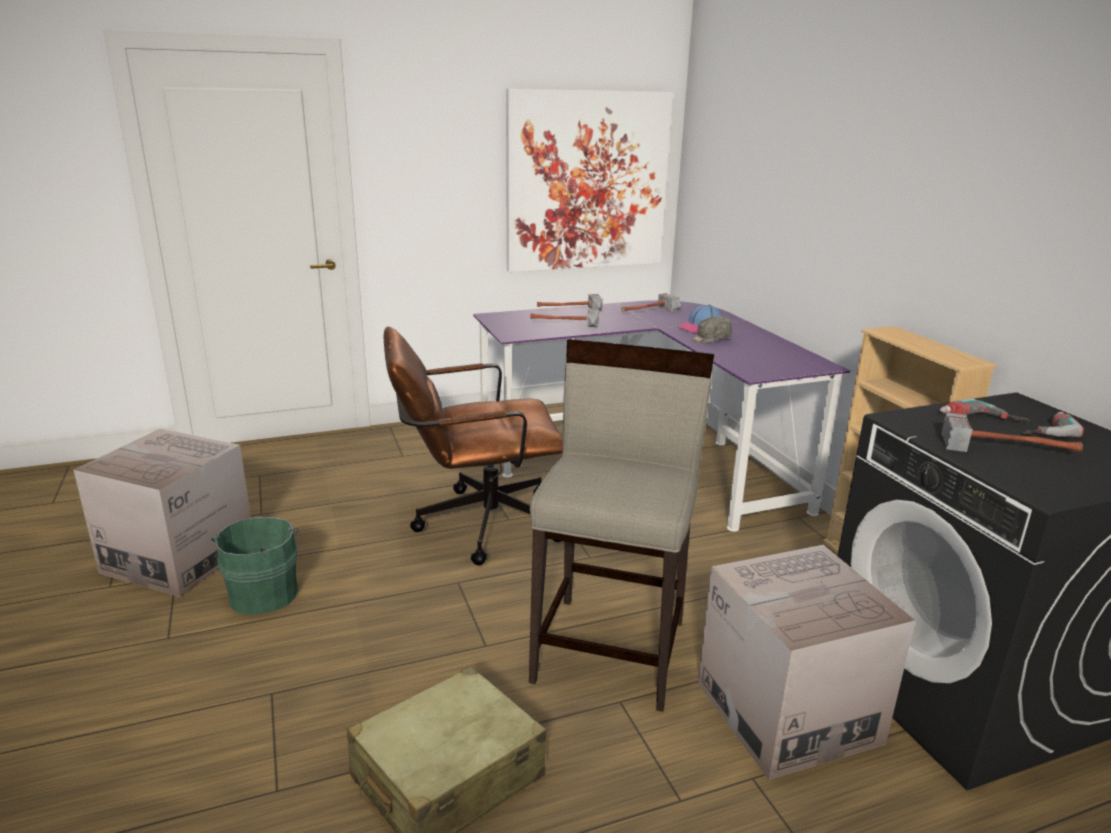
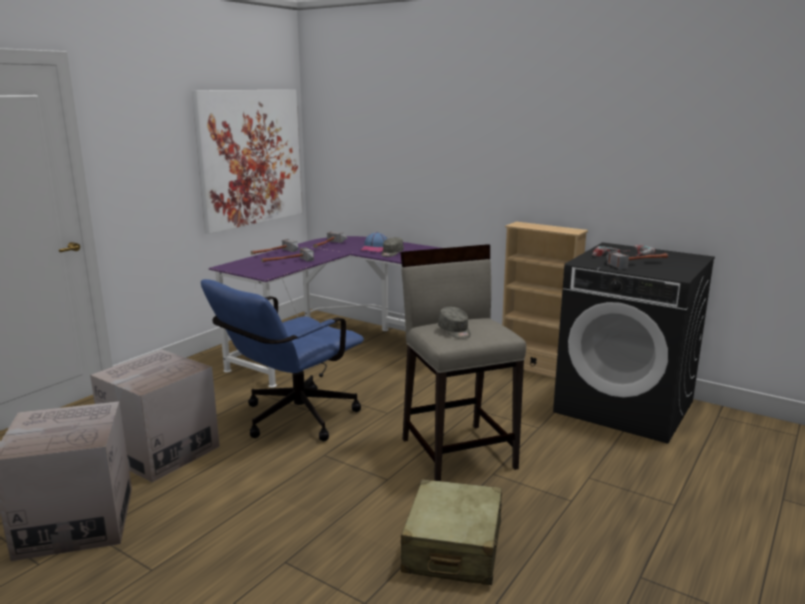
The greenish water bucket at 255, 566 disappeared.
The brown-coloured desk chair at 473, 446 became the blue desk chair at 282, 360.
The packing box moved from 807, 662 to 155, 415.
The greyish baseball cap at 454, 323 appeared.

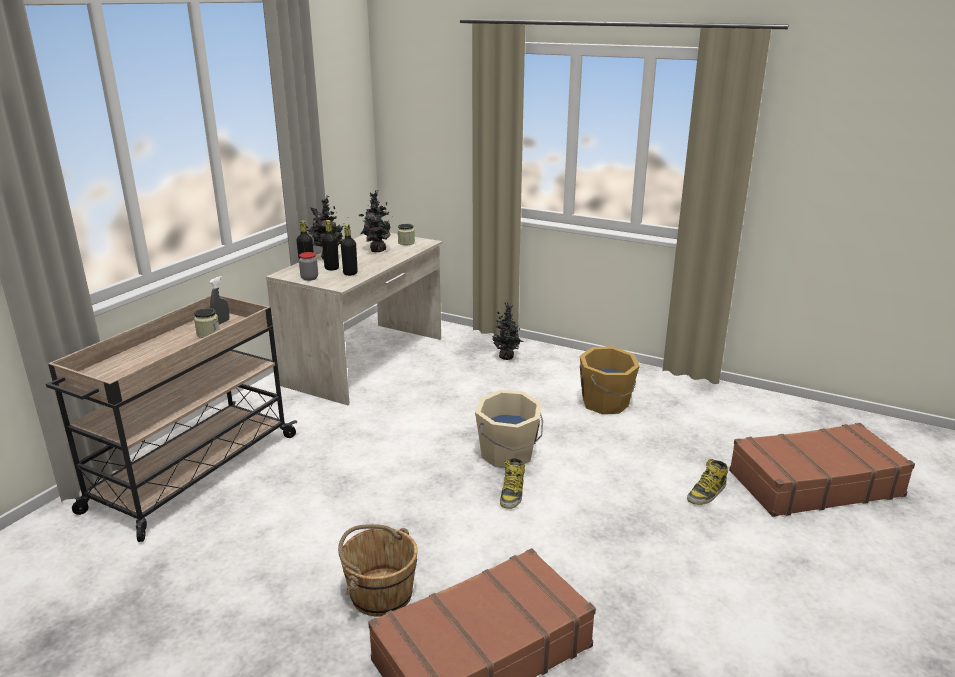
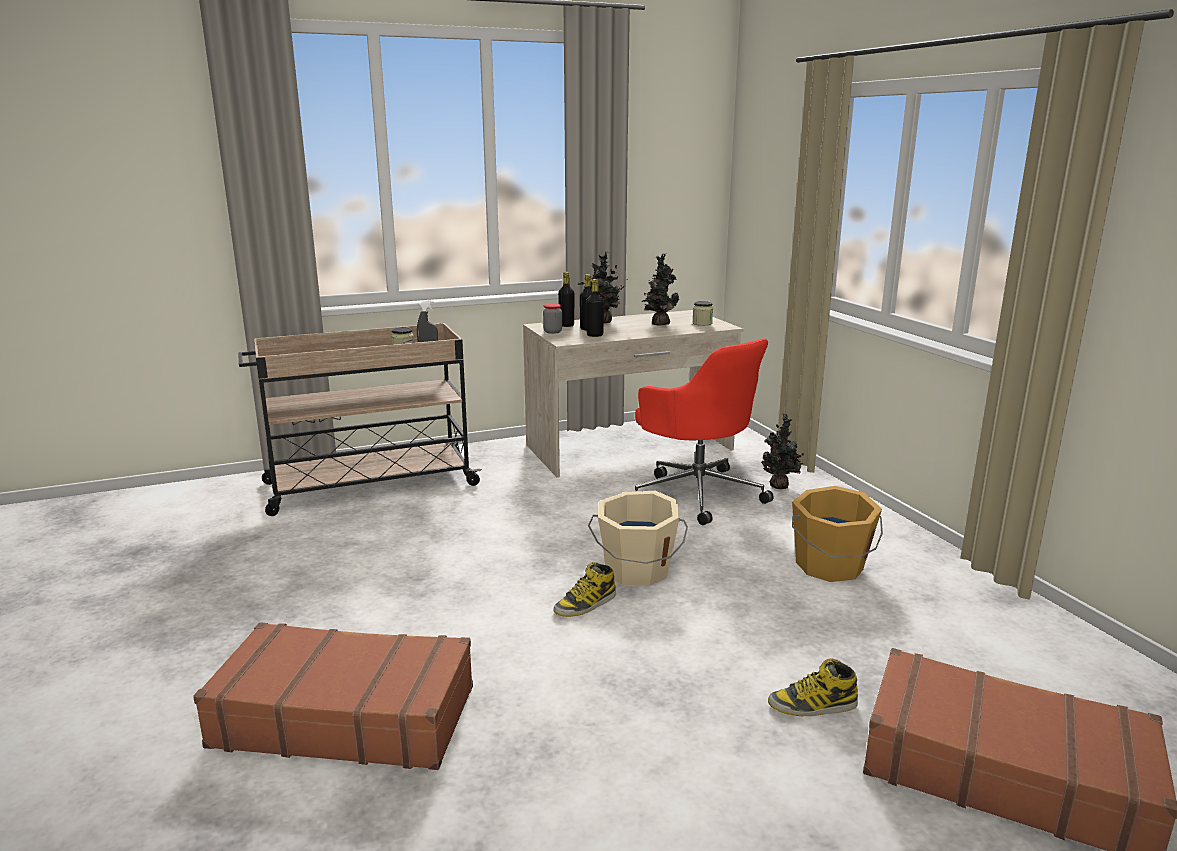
The brown-coloured water bucket at 378, 570 disappeared.
The red-coloured desk chair at 704, 431 appeared.

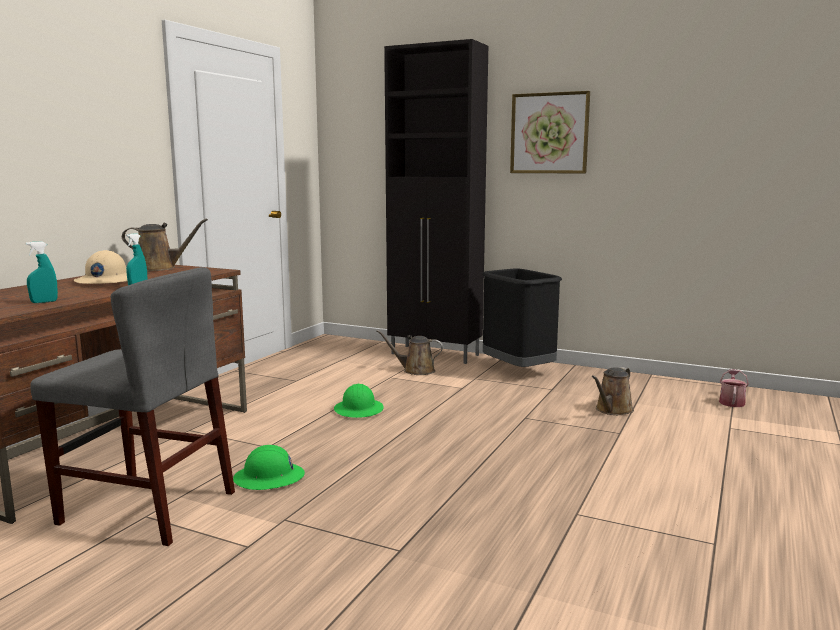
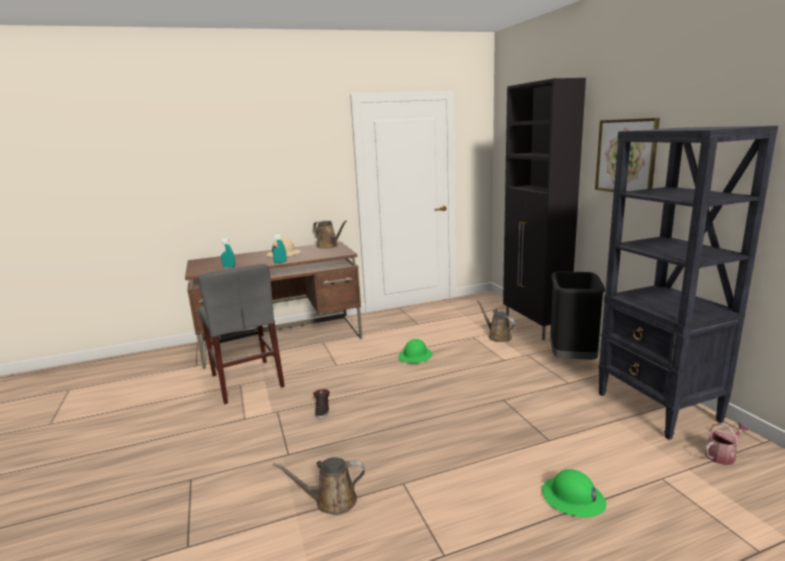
The greenish safety helmet moved from 269, 467 to 574, 493.
The brown-coloured watering can moved from 613, 391 to 319, 486.
The blackish low shoe at 321, 403 appeared.
The blackish bookshelf at 688, 283 appeared.

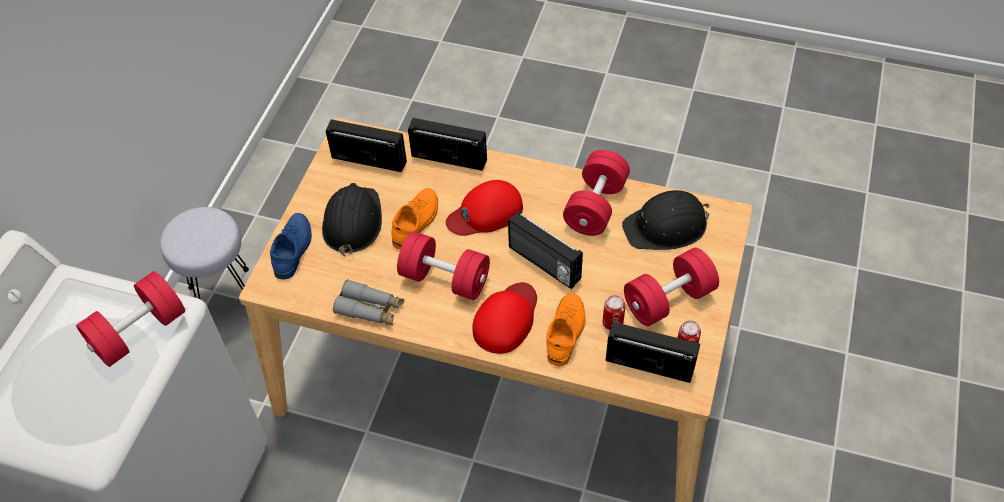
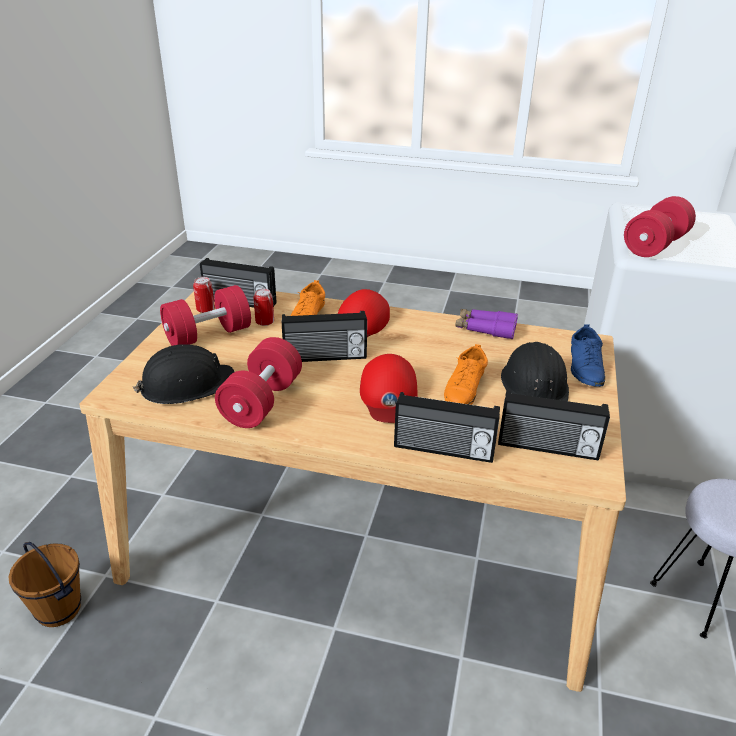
The greyish binoculars at 368, 302 became the purple binoculars at 486, 324.
The red-coloured free weight at 443, 266 disappeared.
The red-coloured baseball cap at 484, 208 turned 120 degrees clockwise.
The radio receiver at 545, 250 turned 135 degrees clockwise.
The brown-coloured water bucket at 45, 584 appeared.

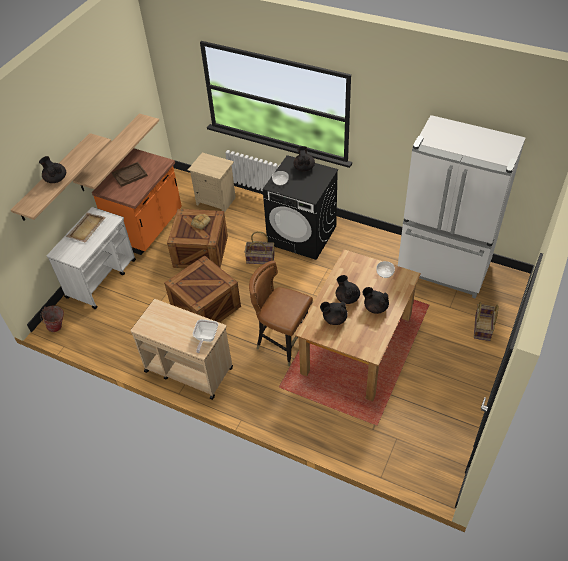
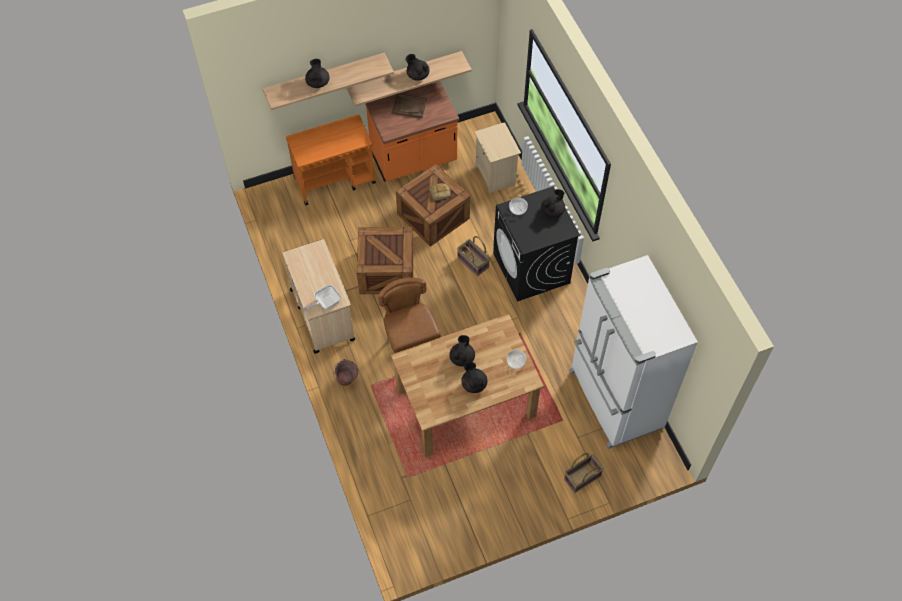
The water bucket moved from 52, 318 to 345, 372.
The white cart at 91, 258 became the orange-coloured cart at 331, 159.
The beige tray at 86, 227 disappeared.
The blackish tea pot moved from 334, 313 to 417, 67.

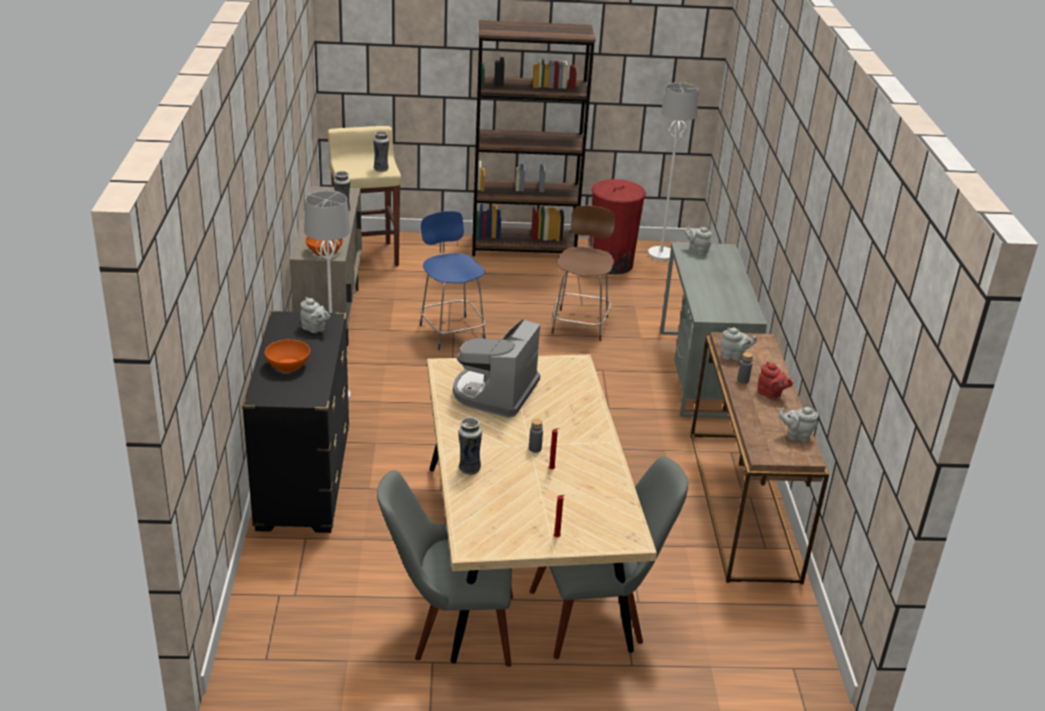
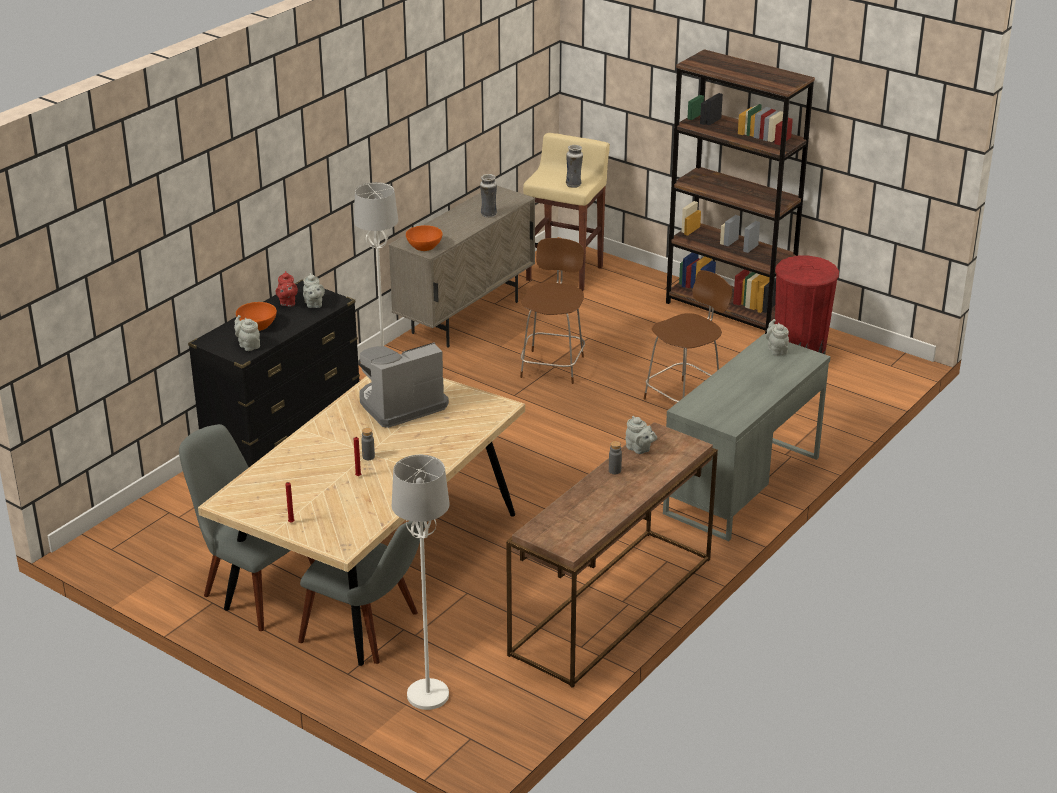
The blue stool seat at 453, 280 became the brown-coloured stool seat at 552, 311.
The decorative vase at 470, 446 disappeared.
The white floor lamp moved from 673, 171 to 421, 582.
The red-coloured tea pot moved from 775, 380 to 287, 289.
The greyish tea pot moved from 798, 424 to 247, 333.

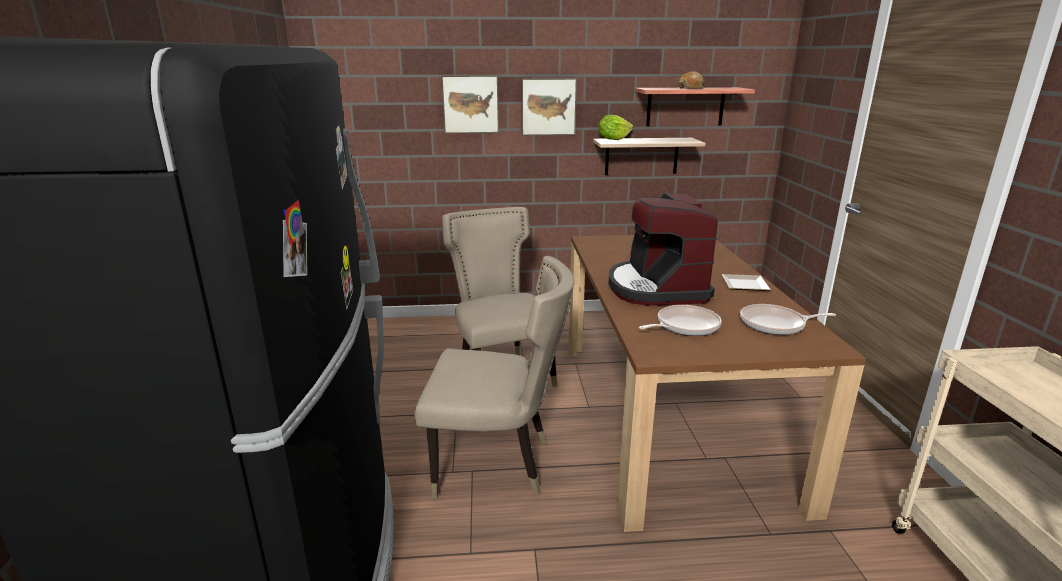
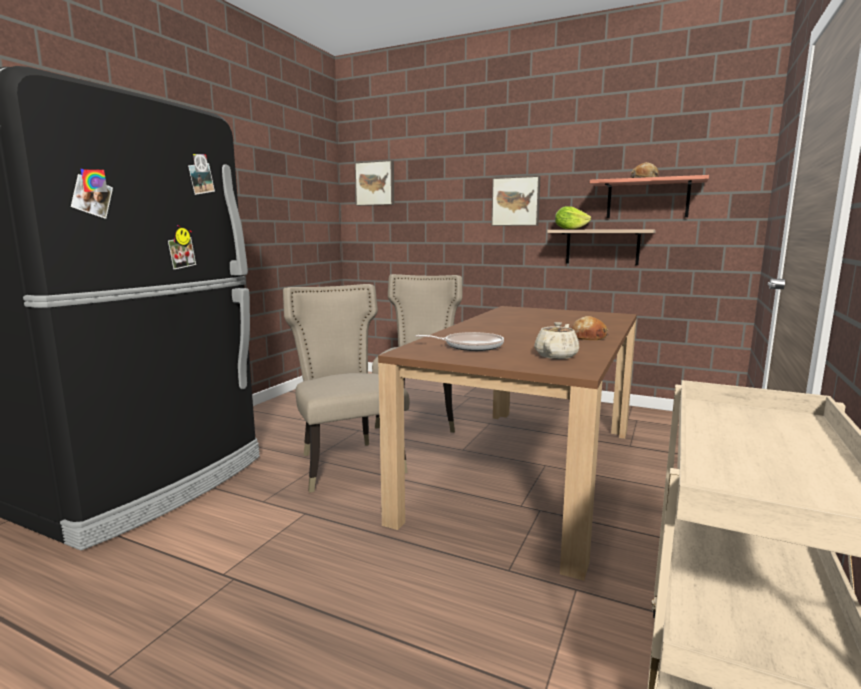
The beige plain chair at 494, 377 turned 150 degrees counterclockwise.
The wall picture moved from 470, 104 to 374, 183.
The coffee maker at 663, 249 disappeared.
The flat dish at 746, 282 was replaced by the bakery bread at 590, 328.
The skillet at 788, 319 was replaced by the beige tea pot at 556, 340.

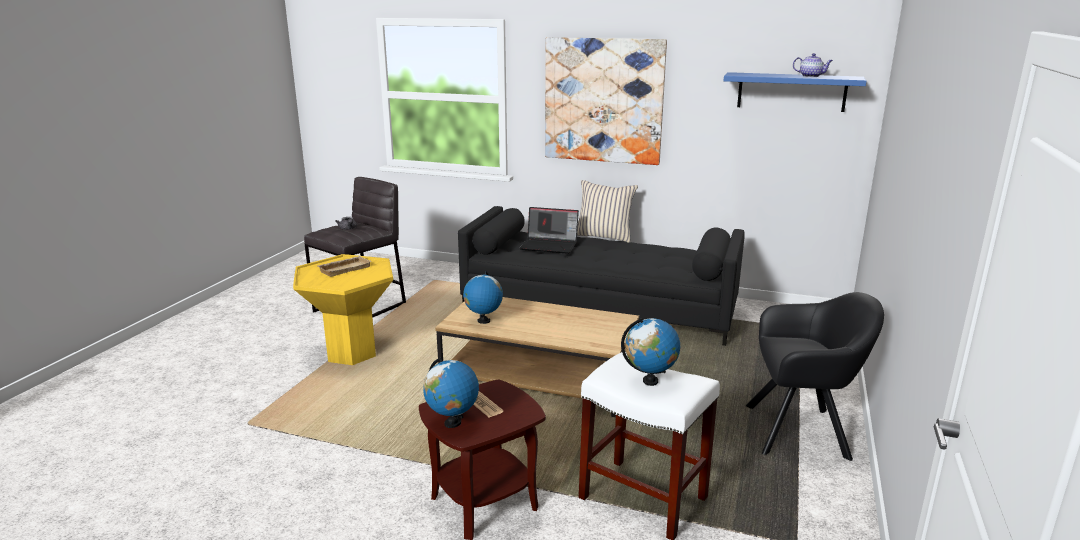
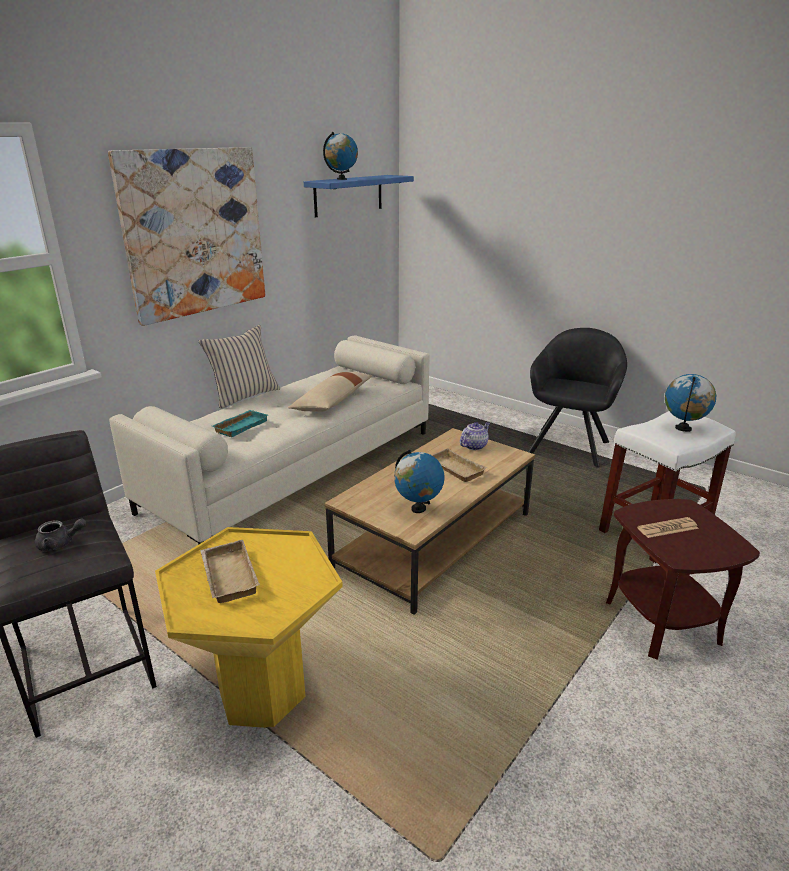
The world globe moved from 451, 392 to 340, 156.
The blackish sofa at 601, 276 became the beige sofa at 269, 440.
The portable computer at 549, 230 was replaced by the blue-green tray at 240, 423.
The tea pot moved from 813, 65 to 475, 436.
The beige pillow at 330, 392 appeared.
The beige tray at 459, 465 appeared.

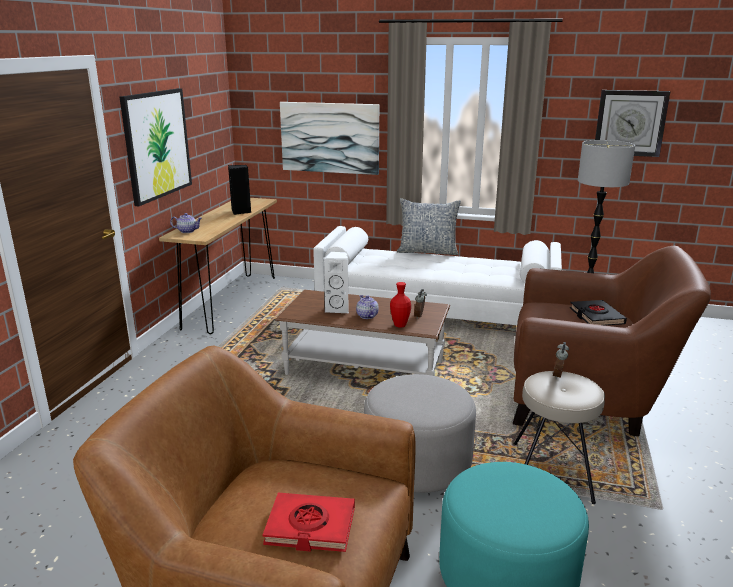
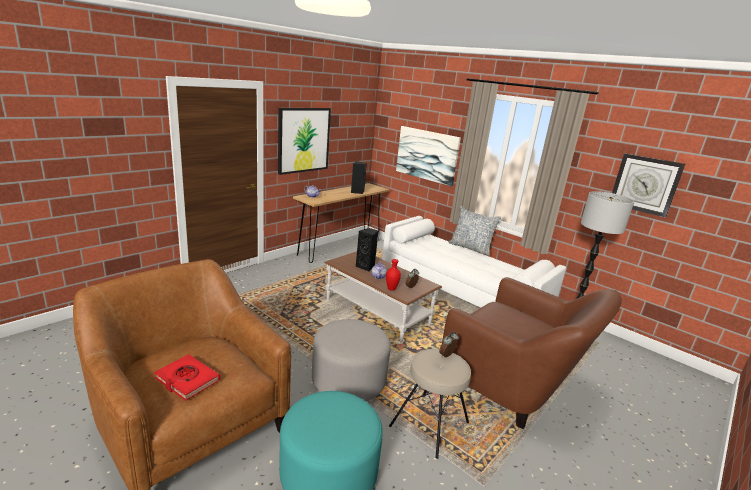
The white loudspeaker at 336, 282 became the blackish loudspeaker at 367, 249.
The blackish volume at 598, 312 disappeared.

